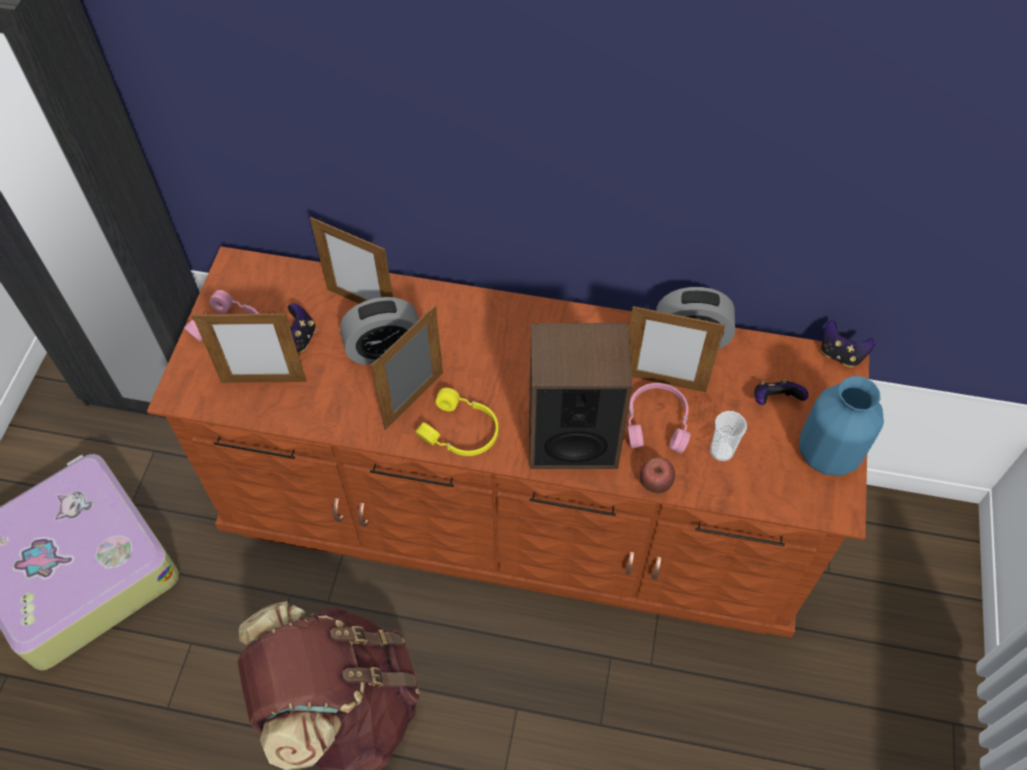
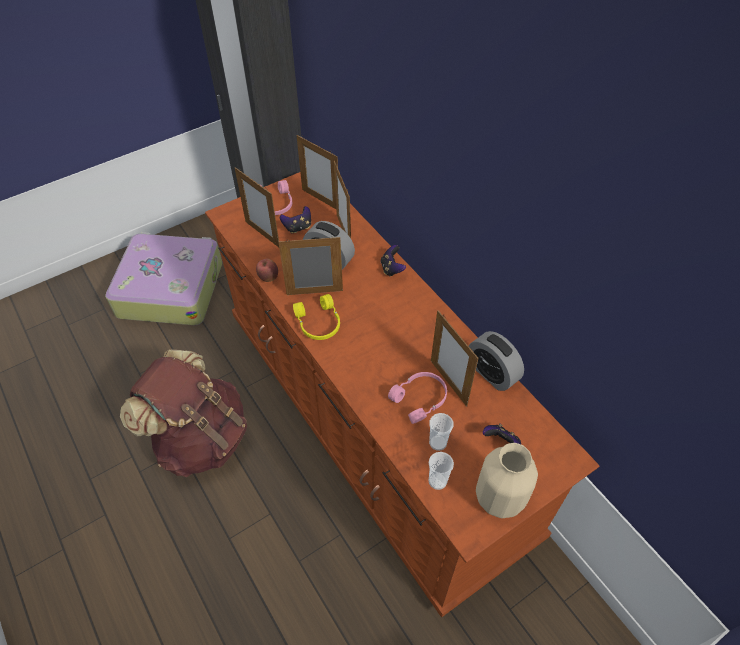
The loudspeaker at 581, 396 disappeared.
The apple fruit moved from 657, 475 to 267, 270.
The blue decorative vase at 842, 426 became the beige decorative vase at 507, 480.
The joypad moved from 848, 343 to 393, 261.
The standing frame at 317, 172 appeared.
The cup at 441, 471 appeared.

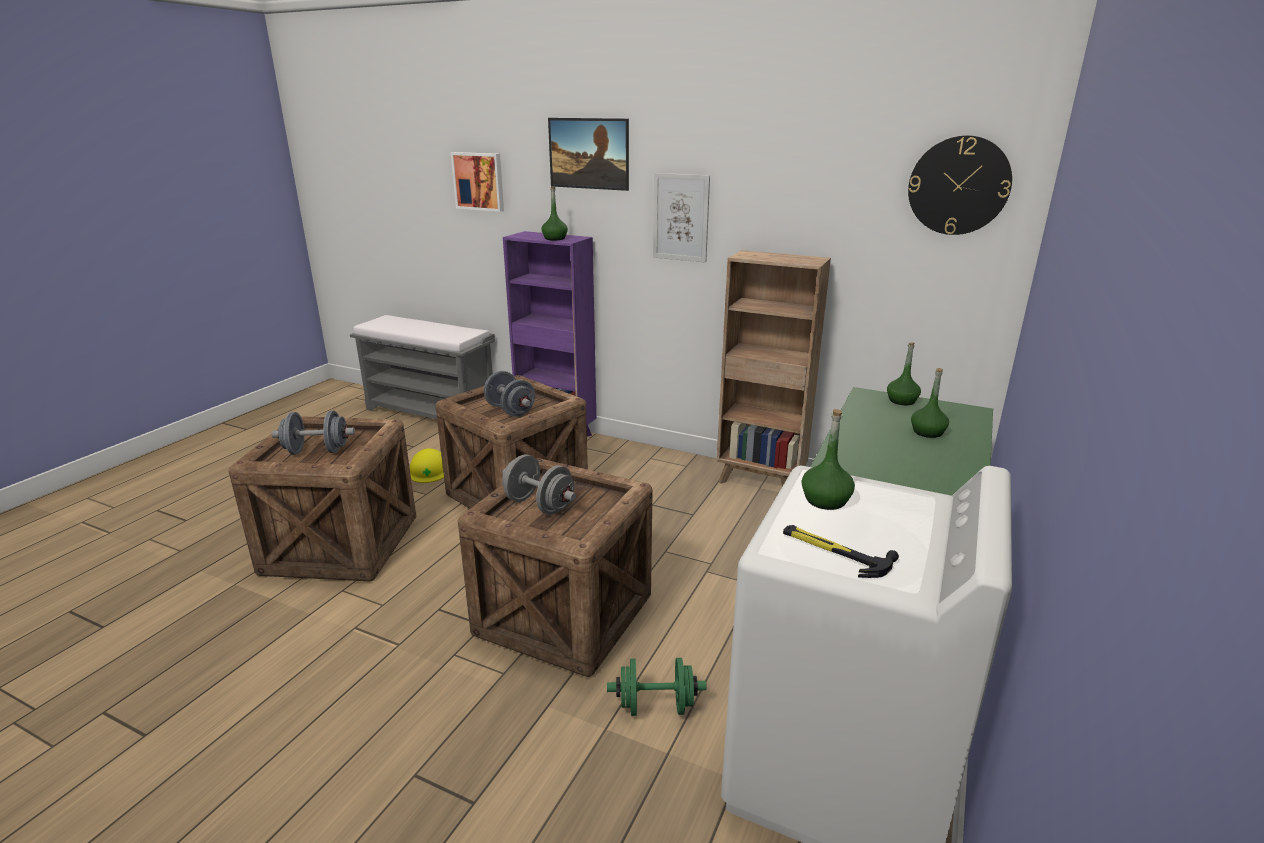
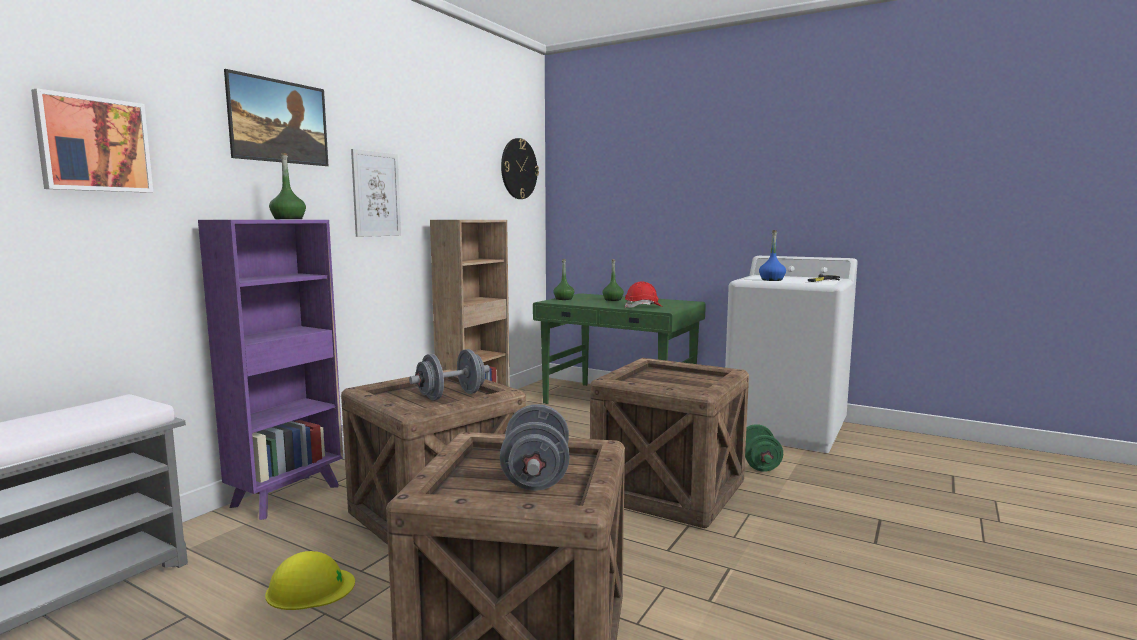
The greyish free weight at 539, 484 disappeared.
The greenish beverage bottle at 828, 459 became the blue beverage bottle at 772, 255.
The red-coloured safety helmet at 643, 295 appeared.

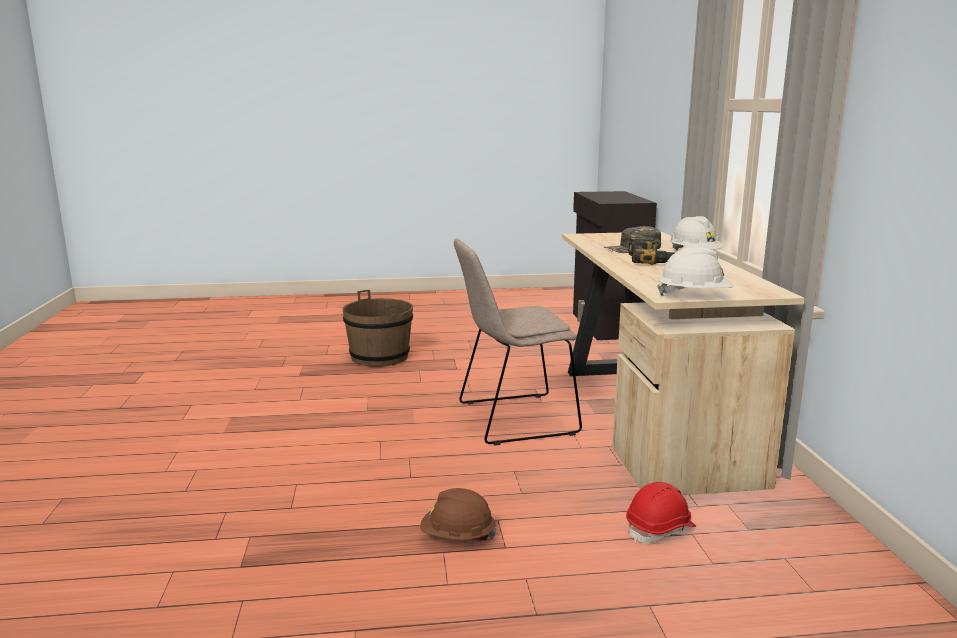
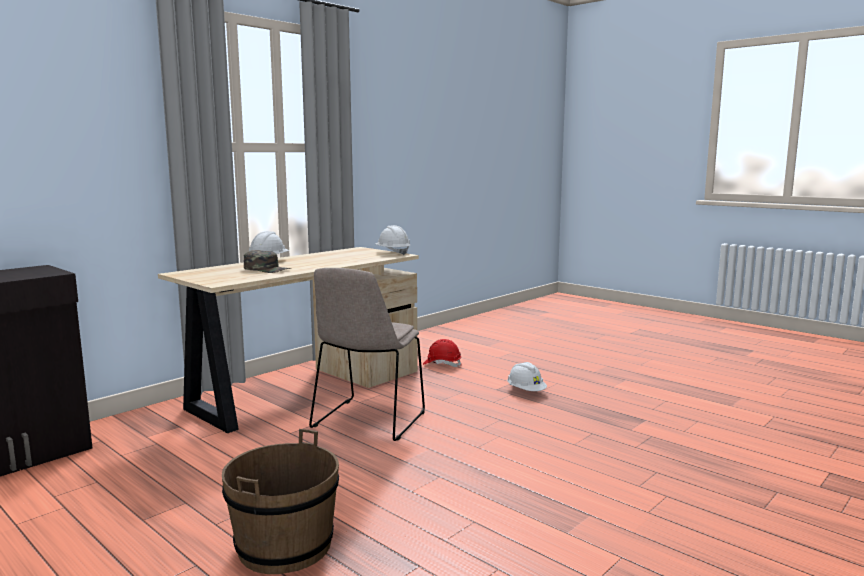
The brown-coloured safety helmet at 458, 514 became the white safety helmet at 527, 376.
The beige plain chair at 518, 342 turned 75 degrees clockwise.
The electric drill at 651, 251 disappeared.

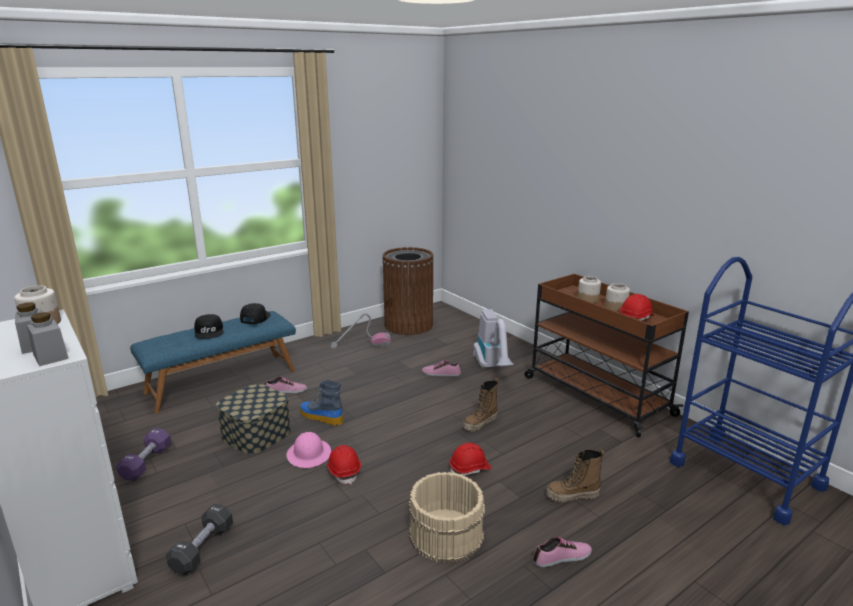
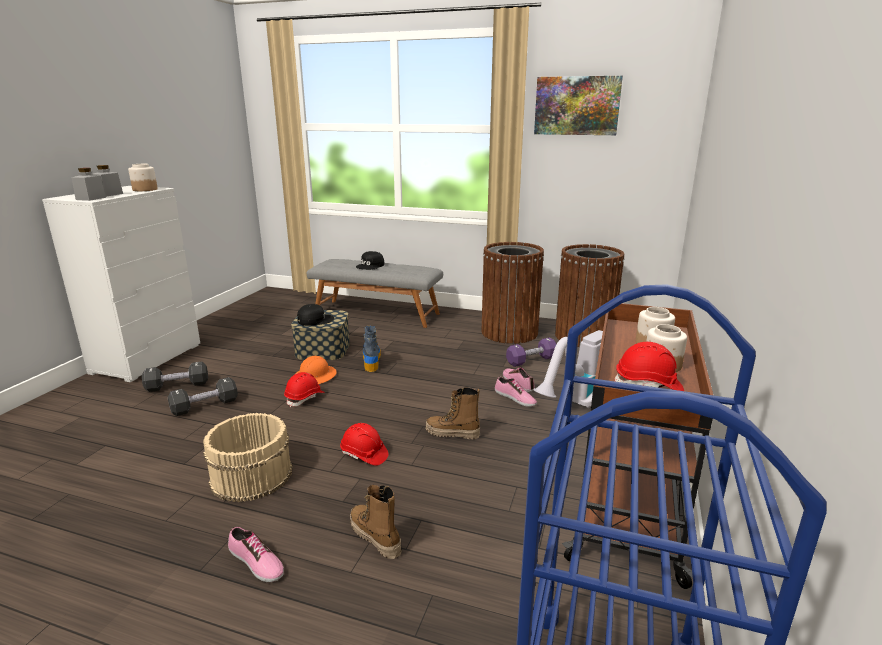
The purple free weight moved from 143, 454 to 531, 352.
The blue long seat at 213, 362 became the greyish long seat at 375, 293.
The blackish baseball cap moved from 255, 313 to 315, 315.
The low shoe moved from 286, 385 to 516, 392.
The pinkish safety helmet at 309, 450 became the orange-coloured safety helmet at 315, 370.
The vacuum at 361, 330 was replaced by the brown-coloured waste bin at 512, 293.
The blackish free weight at 203, 396 appeared.
The wall picture at 578, 105 appeared.

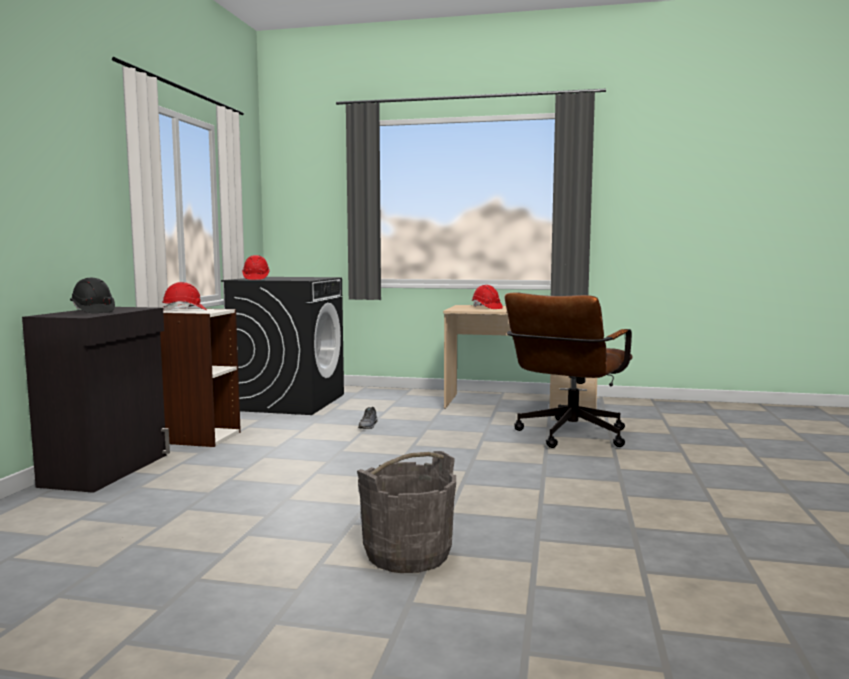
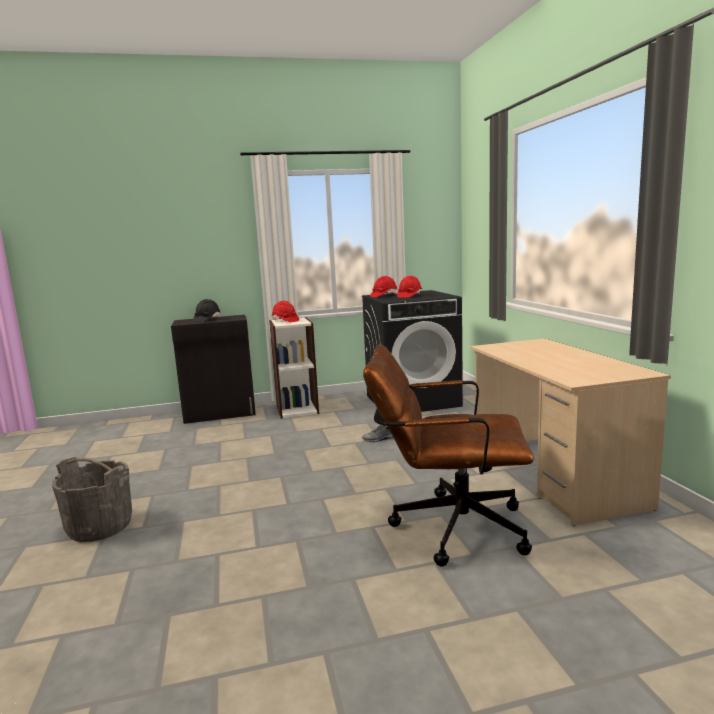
The red-coloured safety helmet moved from 487, 297 to 409, 287.

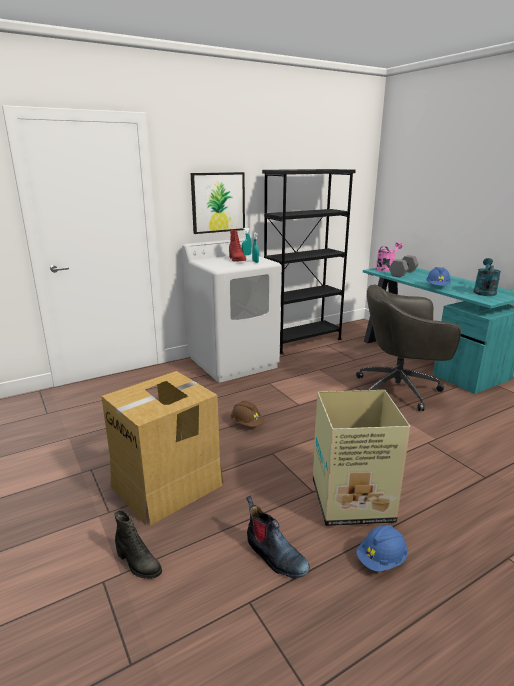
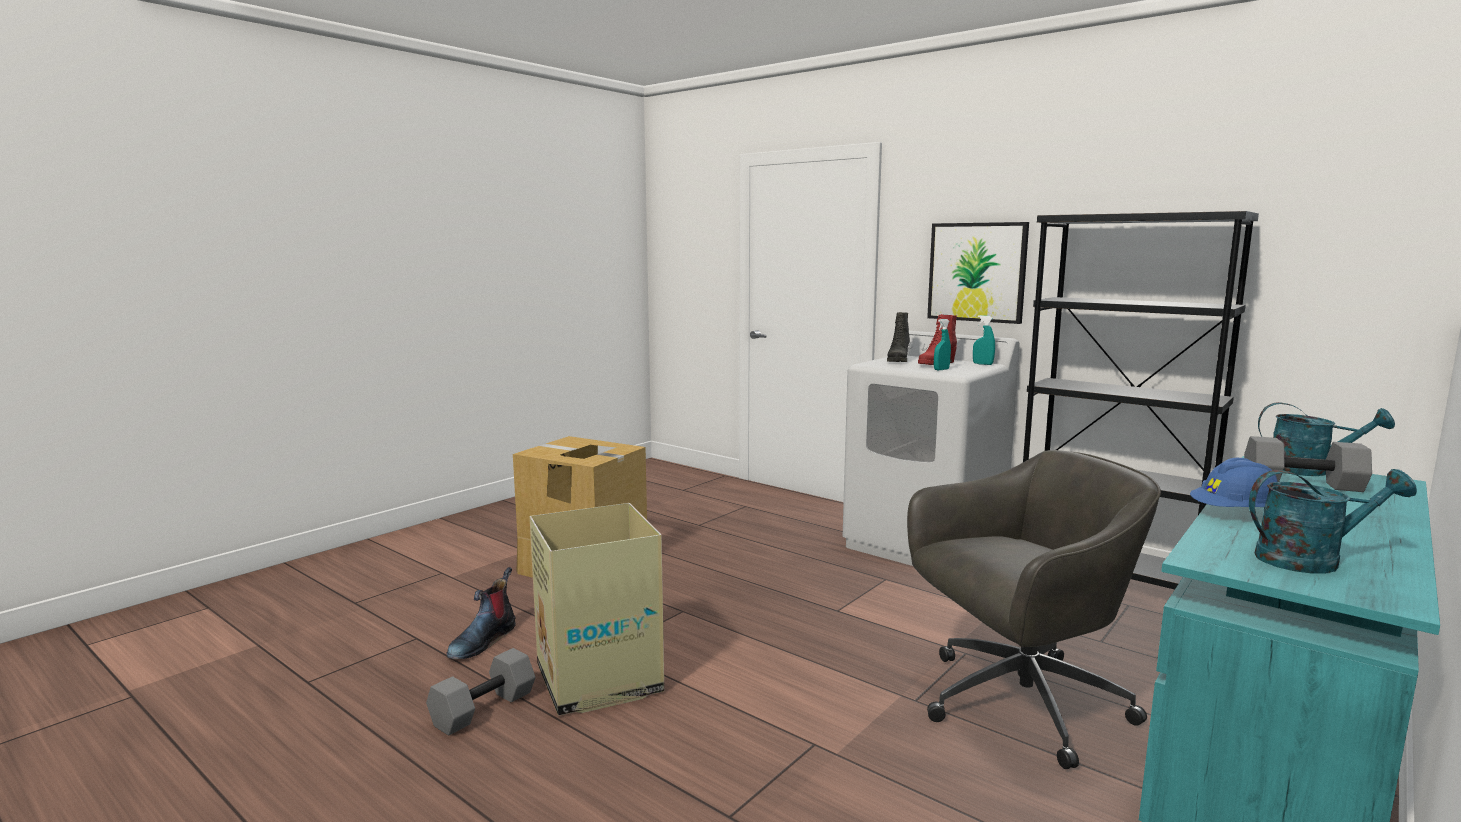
The blackish tall boot moved from 138, 544 to 898, 337.
The brown-coloured safety helmet at 247, 414 disappeared.
The greyish desk chair at 408, 348 turned 90 degrees clockwise.
The blue safety helmet at 382, 548 was replaced by the greyish free weight at 480, 692.
The pinkish watering can at 388, 257 became the blue-green watering can at 1326, 439.

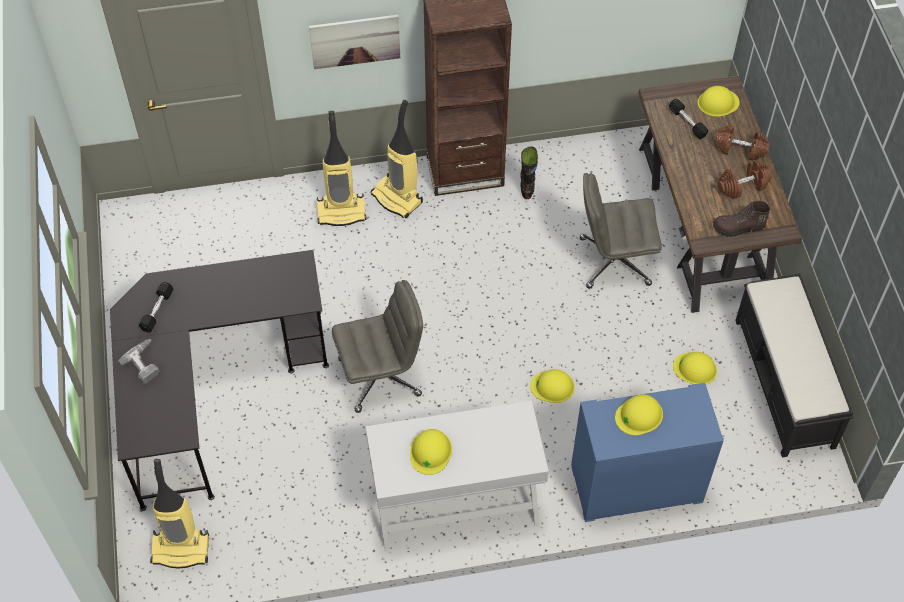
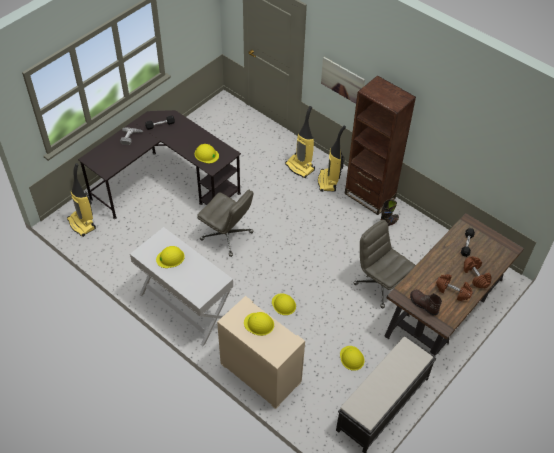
The blue chest of drawers at 647, 452 became the beige chest of drawers at 261, 352.
The yellowish safety helmet moved from 719, 101 to 207, 153.

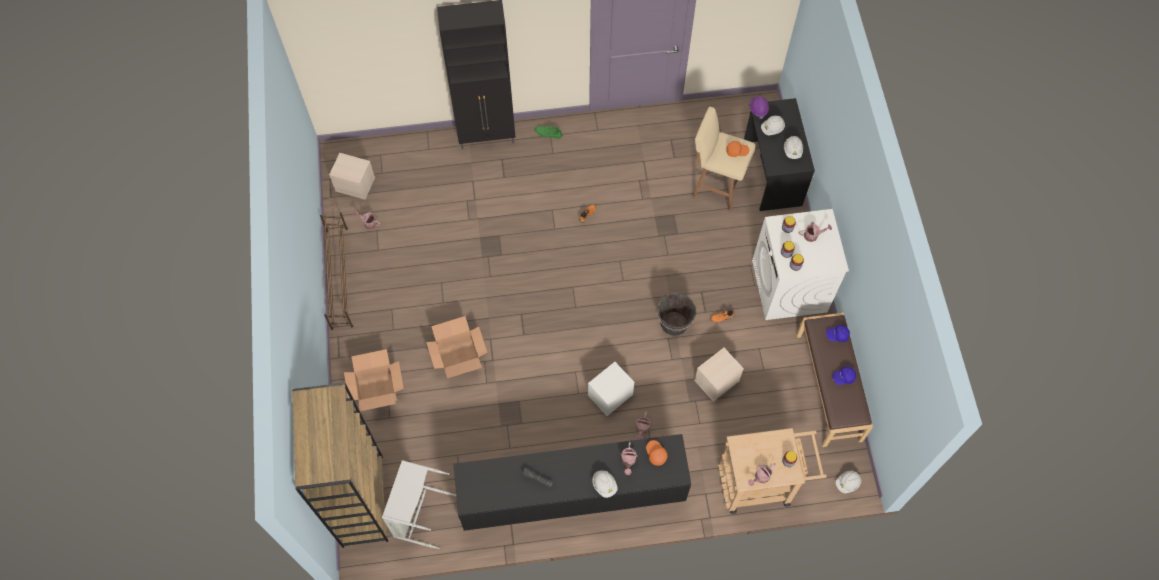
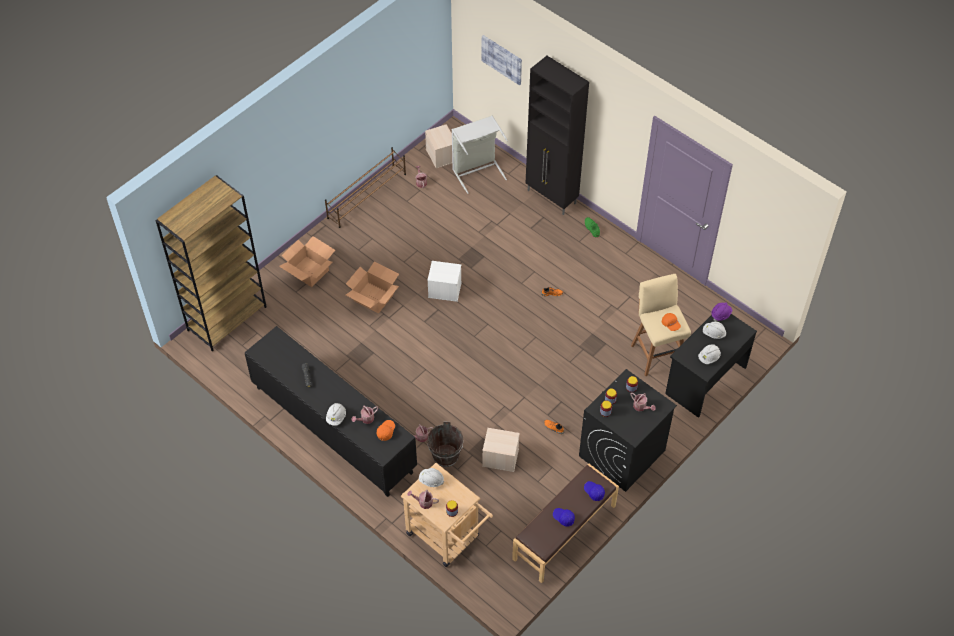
The greyish washing basket moved from 419, 504 to 479, 154.
The white storage box moved from 611, 389 to 444, 281.
The brown-coloured water bucket moved from 677, 314 to 445, 444.
The white laundry appliance at 800, 264 became the blackish laundry appliance at 628, 430.
The white safety helmet moved from 849, 482 to 431, 477.
The wall picture at 502, 60 appeared.

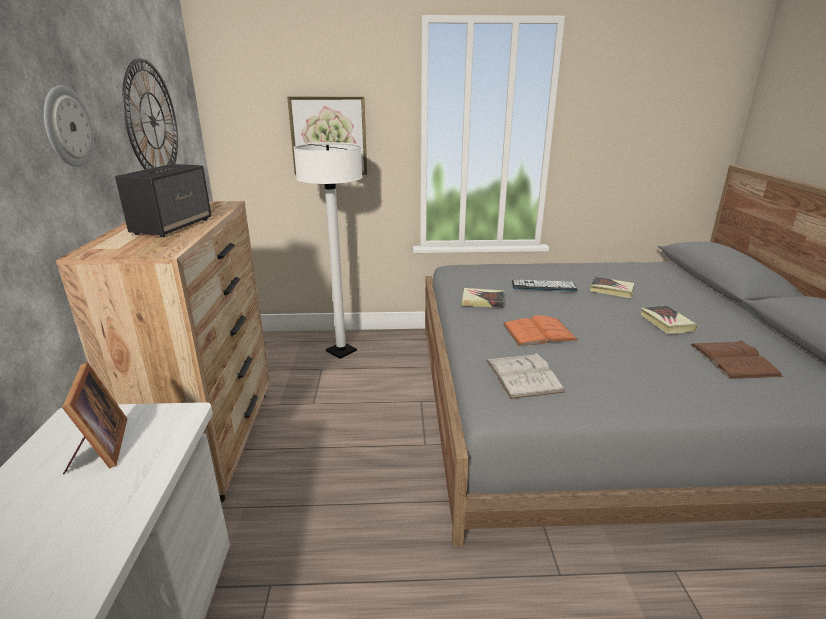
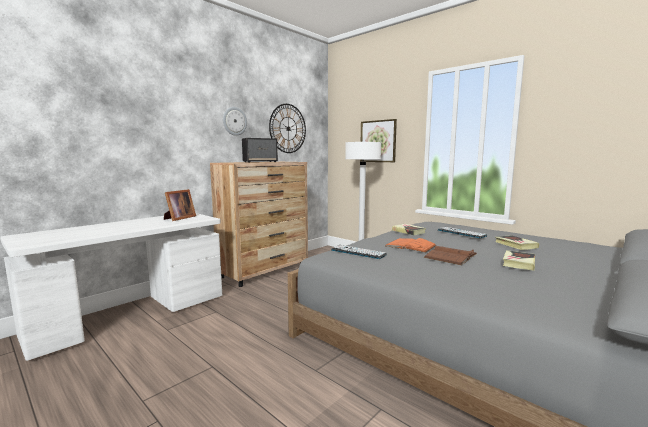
The white volume at 525, 376 was replaced by the keyboard at 359, 252.
The brown-coloured volume moved from 736, 359 to 450, 255.

